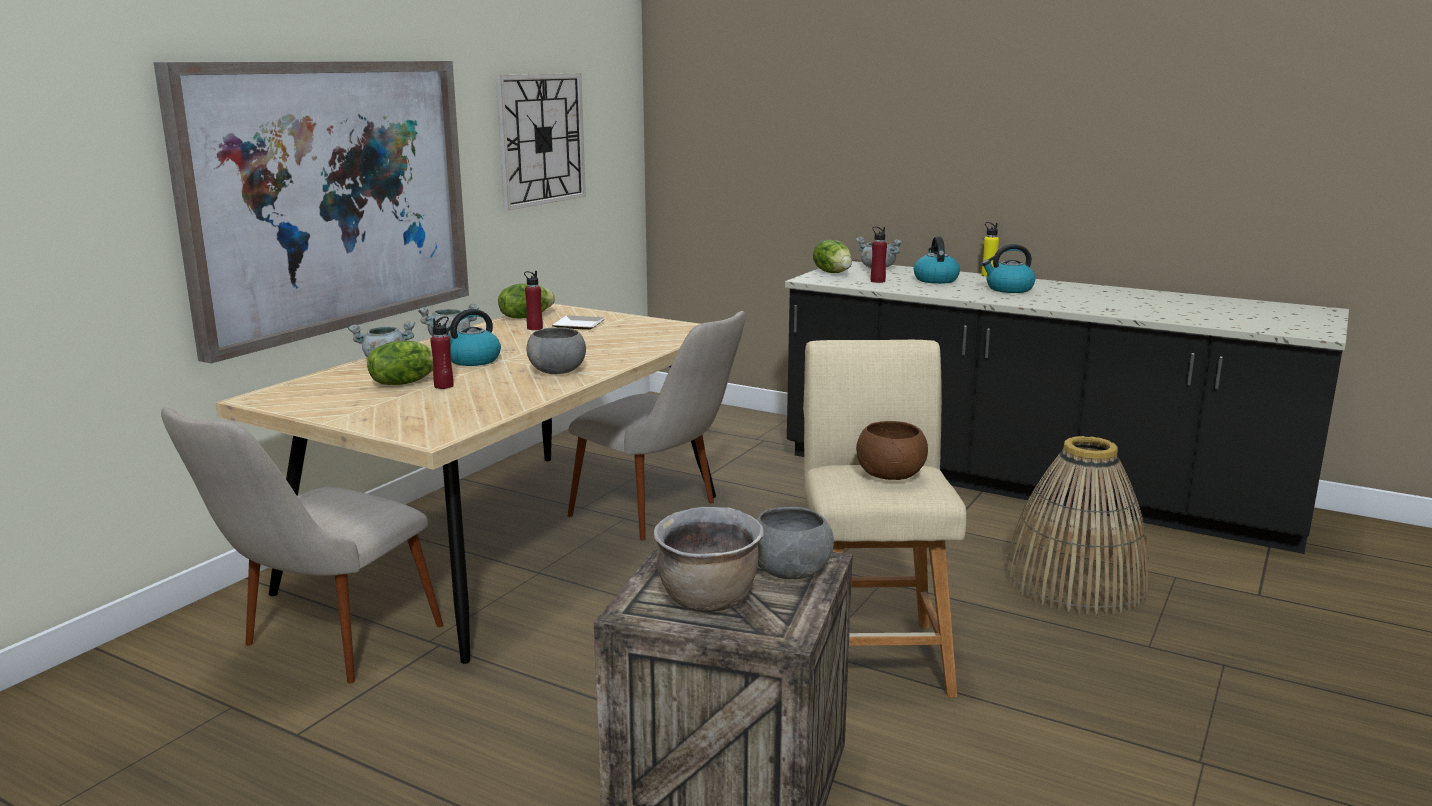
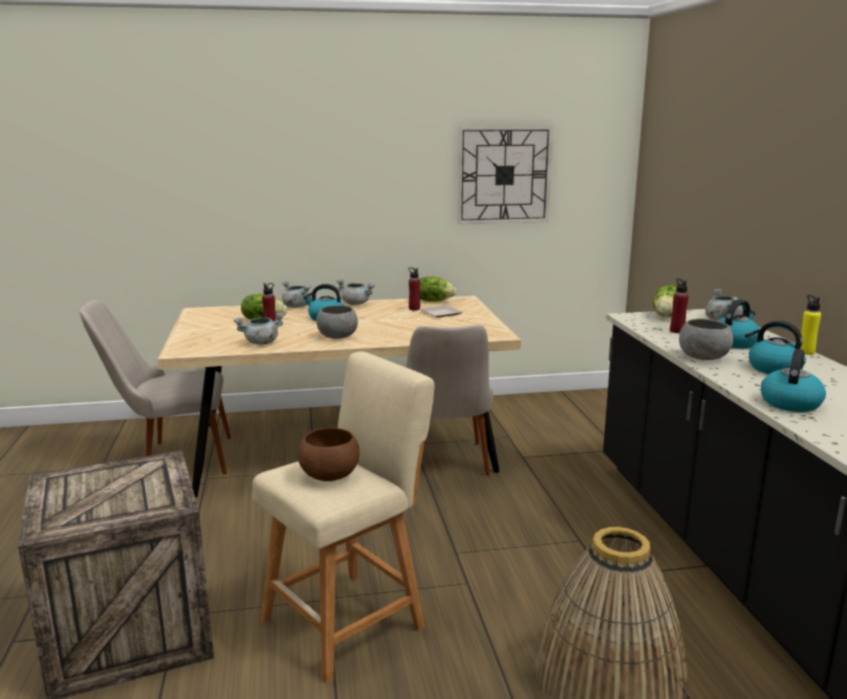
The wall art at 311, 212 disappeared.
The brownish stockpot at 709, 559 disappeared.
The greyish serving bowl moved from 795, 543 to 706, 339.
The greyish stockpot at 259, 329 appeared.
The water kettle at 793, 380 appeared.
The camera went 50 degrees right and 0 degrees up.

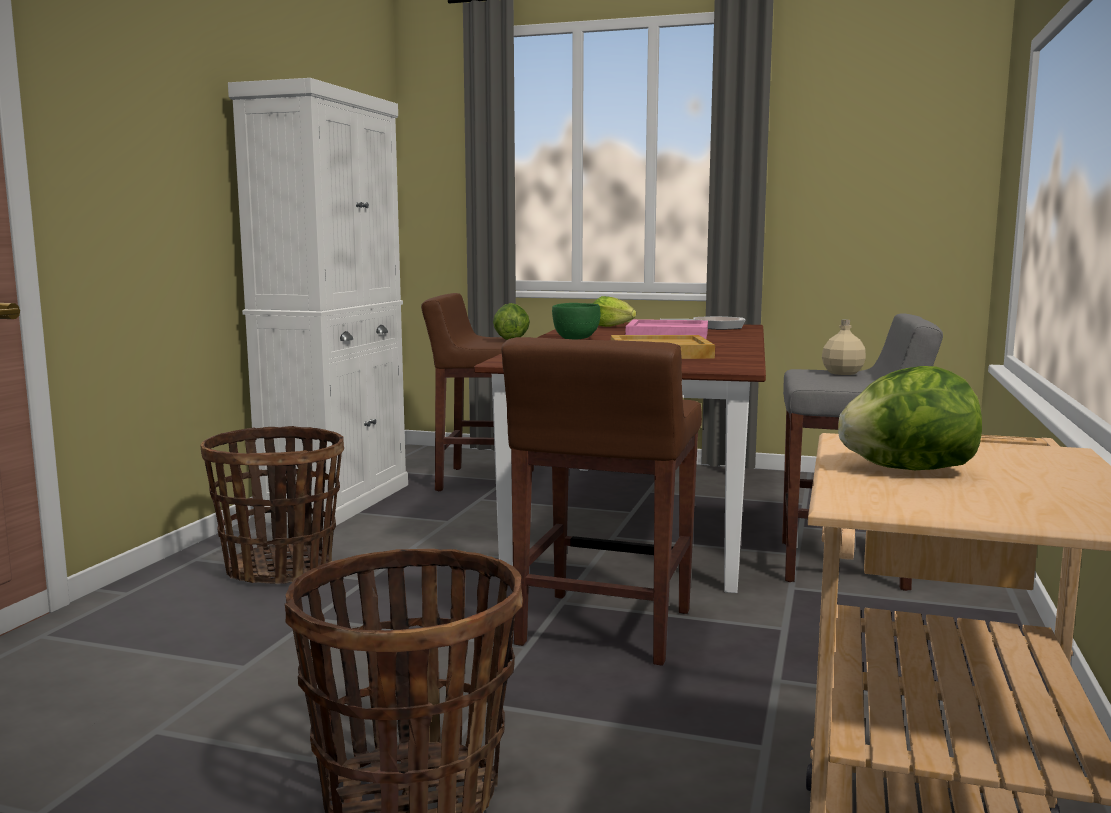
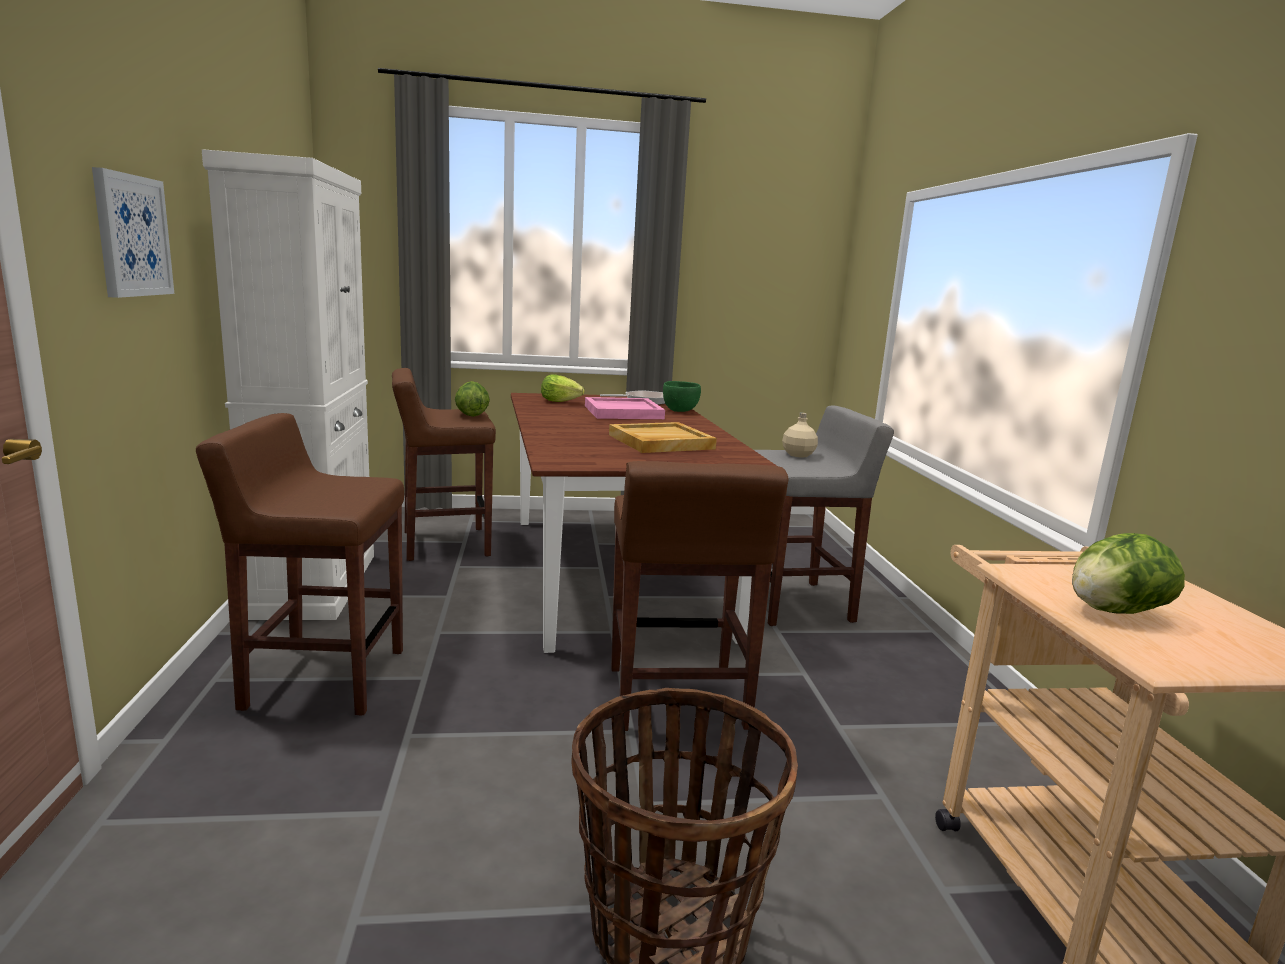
The storage basket at 272, 505 was replaced by the brownish stool at 300, 564.
The green-coloured serving bowl moved from 576, 321 to 682, 396.
The wall art at 133, 232 appeared.
The camera went 25 degrees left and 5 degrees up.

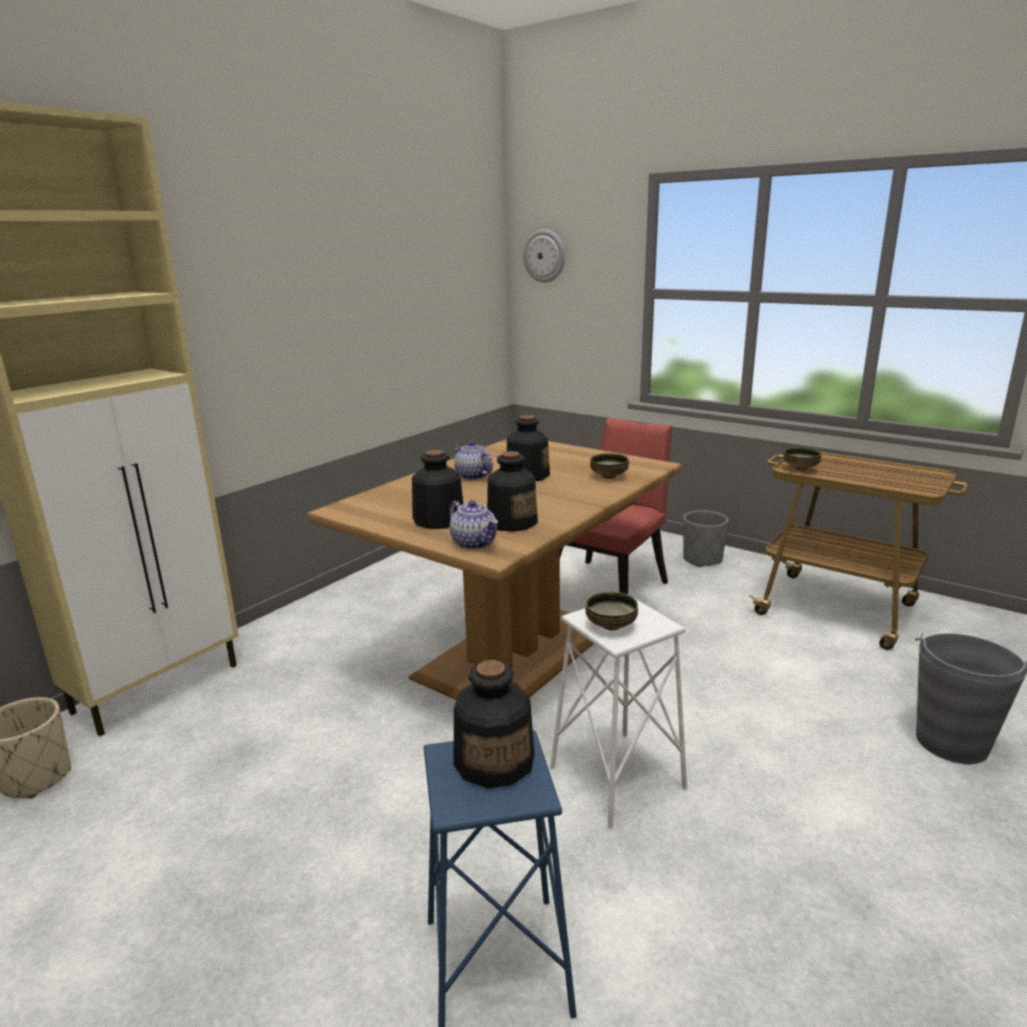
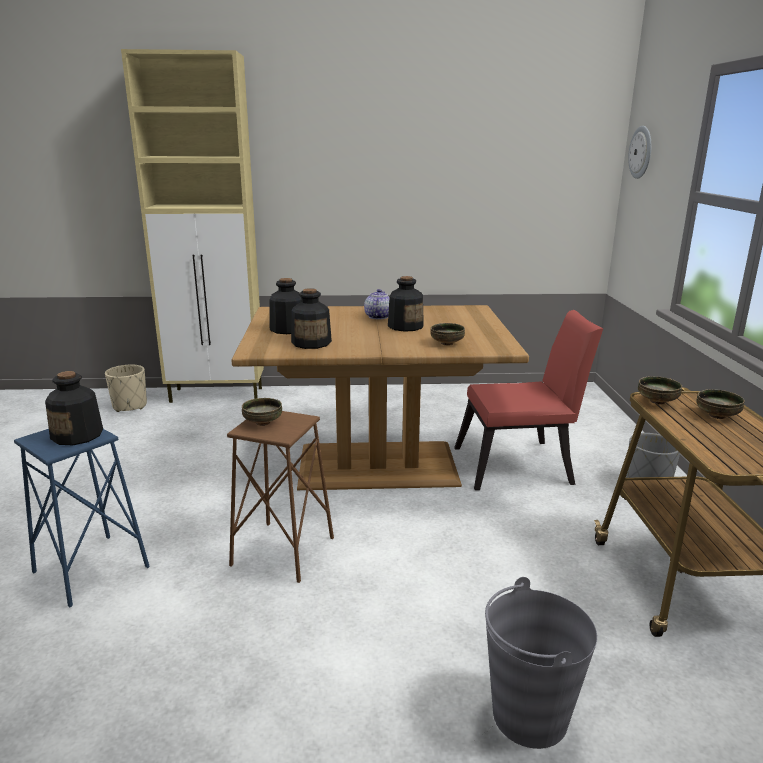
The tea pot at 473, 525 disappeared.
The whitish stool at 618, 711 became the brownish stool at 280, 497.
The serving bowl at 720, 404 appeared.
The camera went 50 degrees right and 0 degrees up.

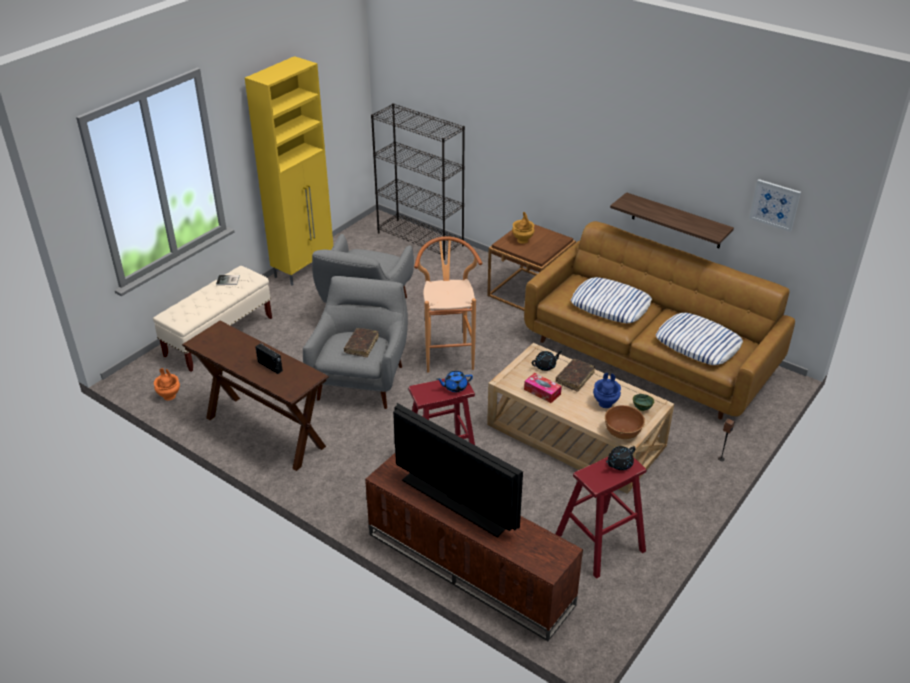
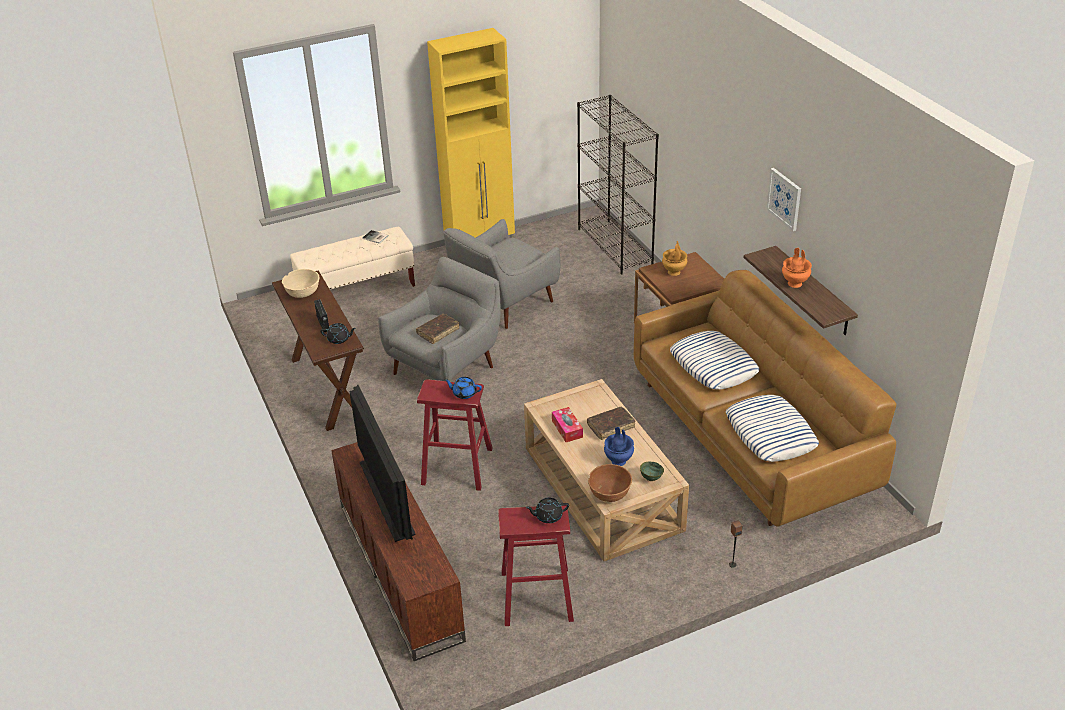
The orange decorative vase moved from 167, 384 to 797, 268.
The brownish stool at 448, 304 disappeared.
The blackish tea pot moved from 547, 361 to 338, 333.
The wall art moved from 775, 205 to 783, 199.
The beige serving bowl at 301, 283 appeared.
The camera went 30 degrees right and 0 degrees up.

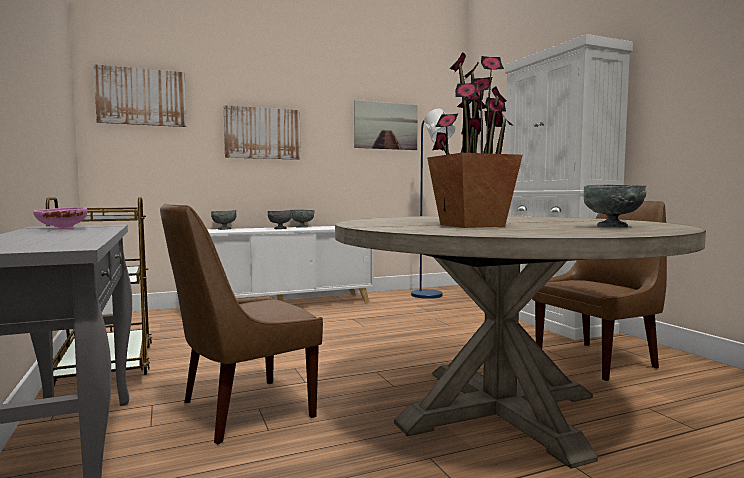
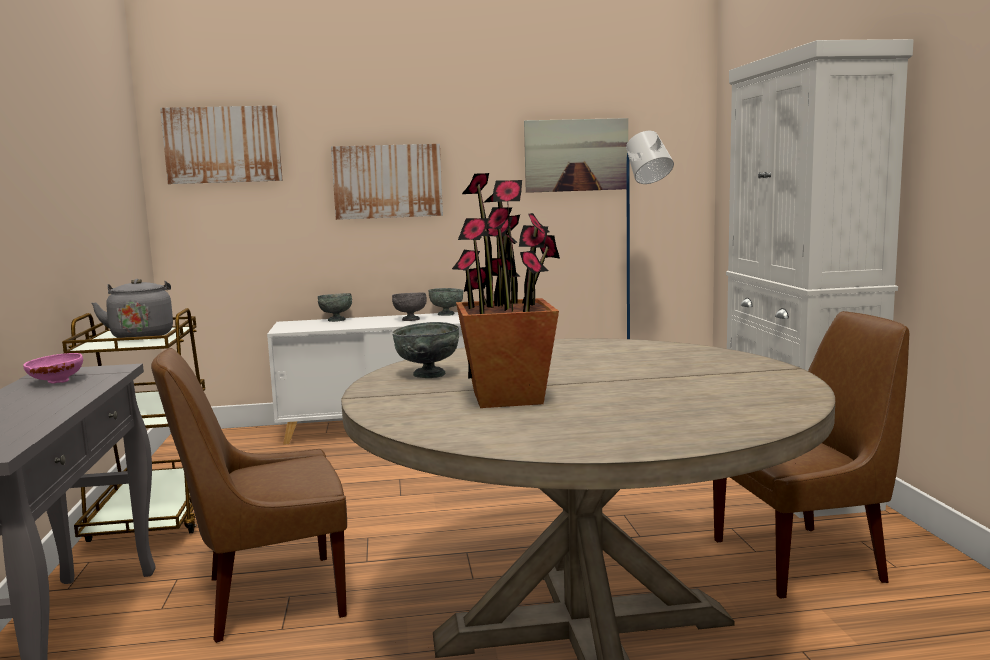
The greyish serving bowl moved from 615, 206 to 425, 350.
The greyish water kettle at 132, 308 appeared.
The camera went 15 degrees right and 5 degrees up.

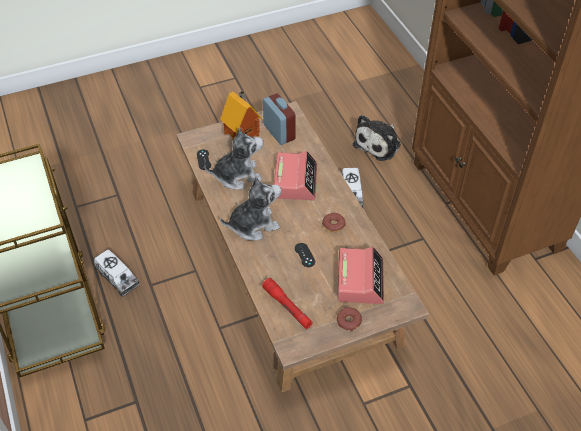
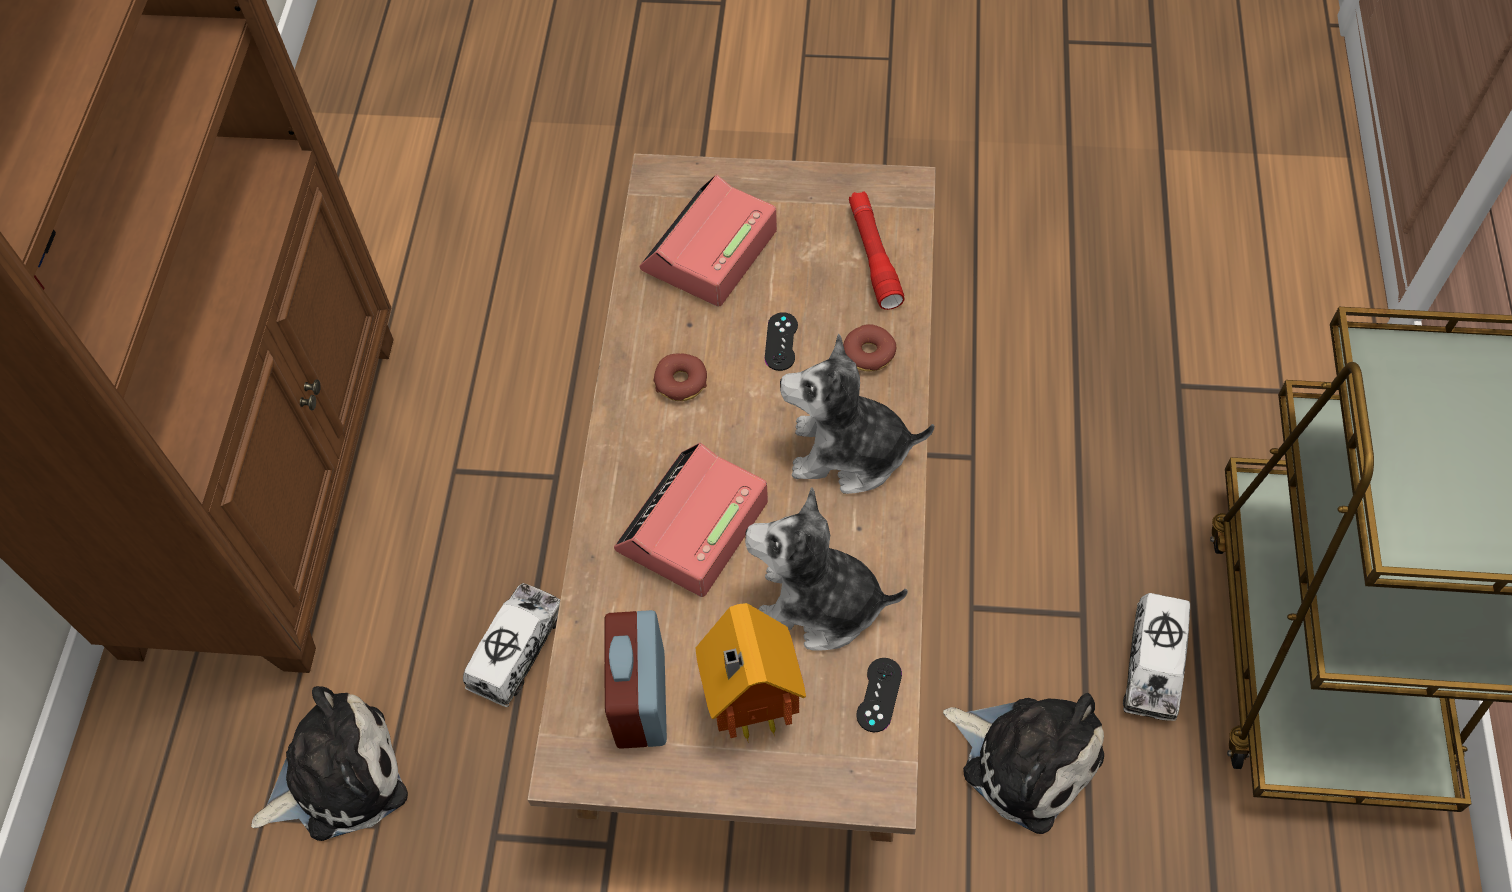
The toy lorry at 117, 272 turned 150 degrees counterclockwise.
The doughnut moved from 349, 319 to 869, 348.
The plush toy at 1023, 763 appeared.
The camera went 150 degrees left and 10 degrees up.

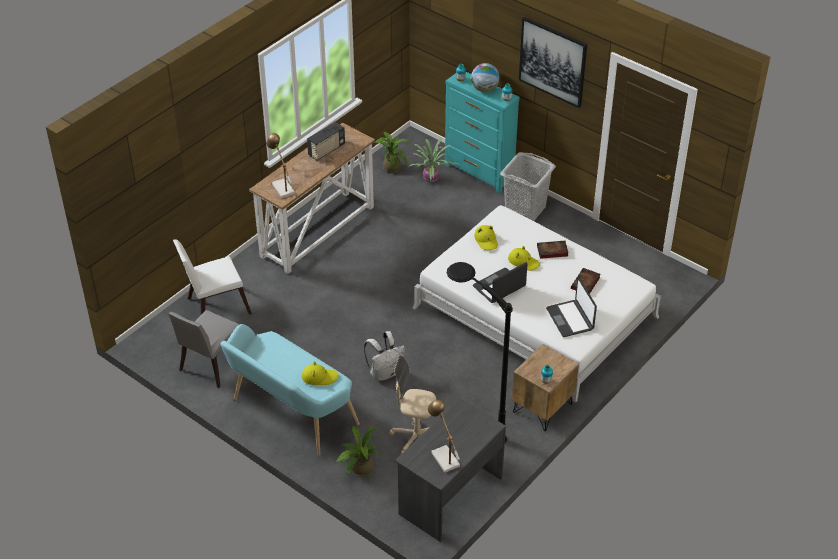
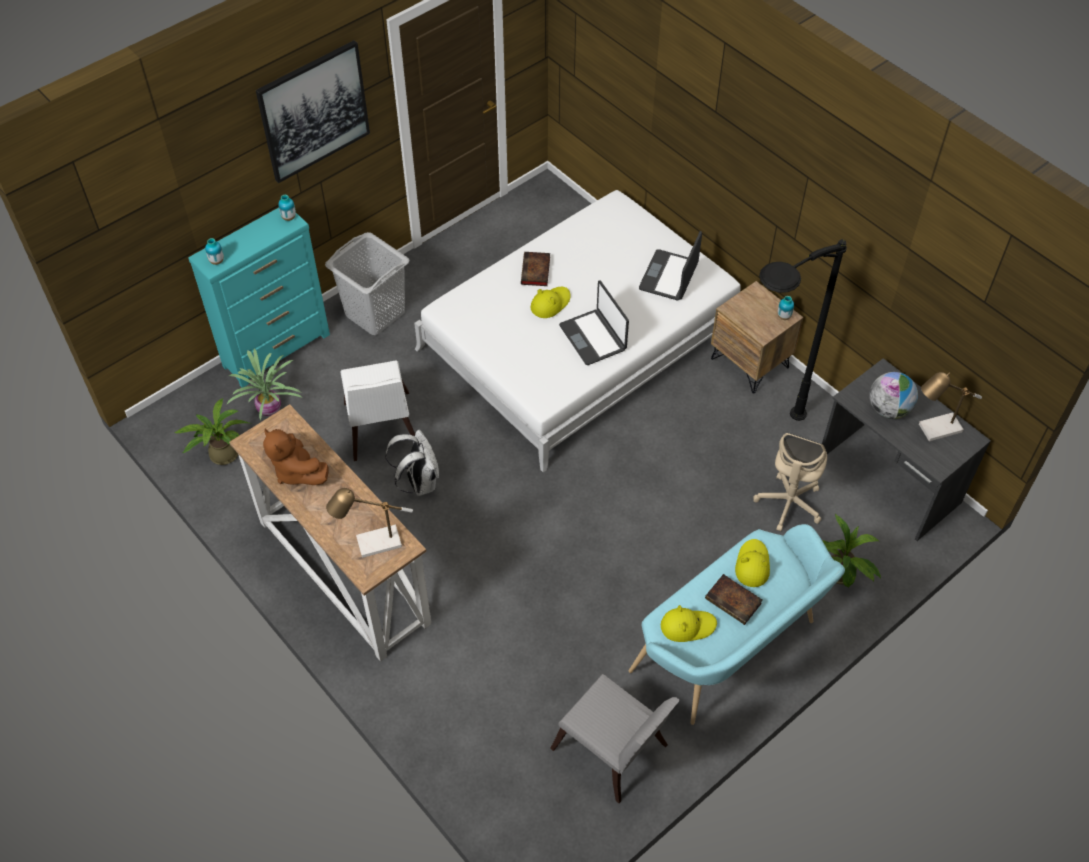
The whitish upright chair moved from 212, 277 to 377, 410.
The radio set at 326, 141 was replaced by the brownish plush toy at 295, 456.
The whitish knapsack moved from 384, 356 to 412, 463.
The world globe moved from 485, 77 to 893, 395.
The yellow clothing hat moved from 486, 237 to 689, 623.
The notebook computer at 571, 307 turned 120 degrees clockwise.
The bound book moved from 585, 281 to 734, 599.
The camera went 80 degrees left and 10 degrees up.

